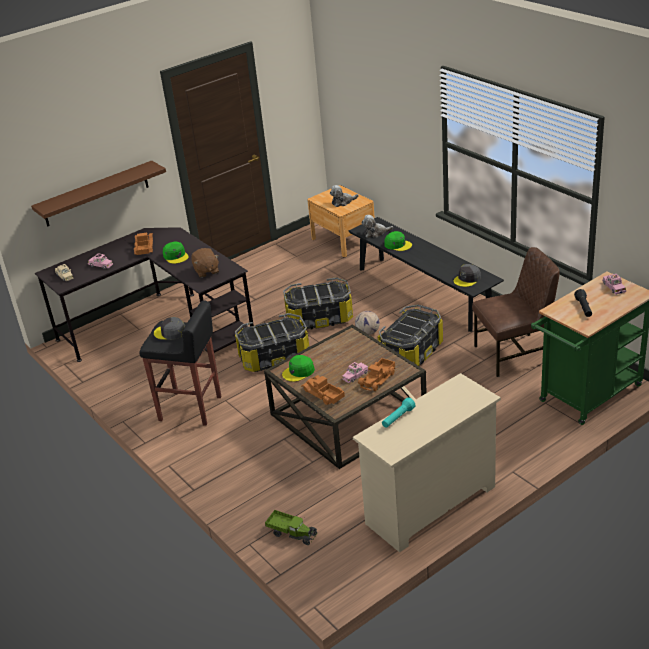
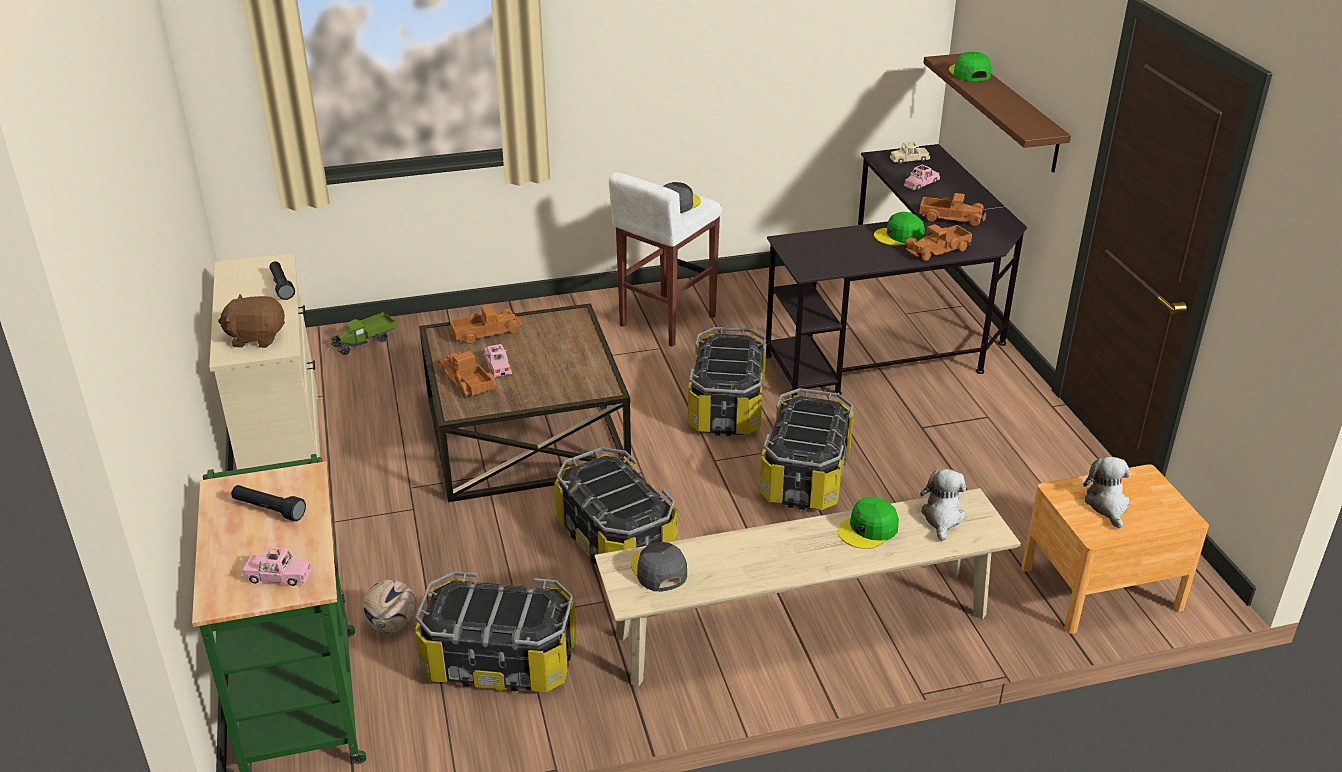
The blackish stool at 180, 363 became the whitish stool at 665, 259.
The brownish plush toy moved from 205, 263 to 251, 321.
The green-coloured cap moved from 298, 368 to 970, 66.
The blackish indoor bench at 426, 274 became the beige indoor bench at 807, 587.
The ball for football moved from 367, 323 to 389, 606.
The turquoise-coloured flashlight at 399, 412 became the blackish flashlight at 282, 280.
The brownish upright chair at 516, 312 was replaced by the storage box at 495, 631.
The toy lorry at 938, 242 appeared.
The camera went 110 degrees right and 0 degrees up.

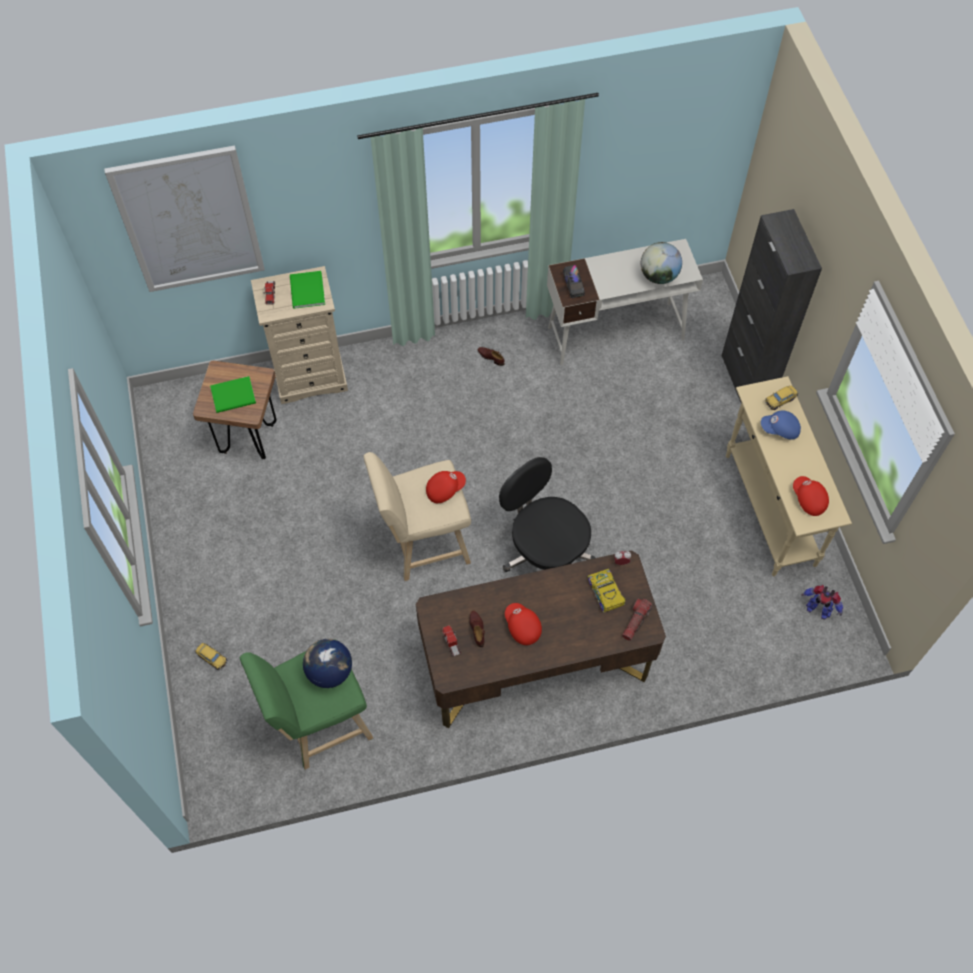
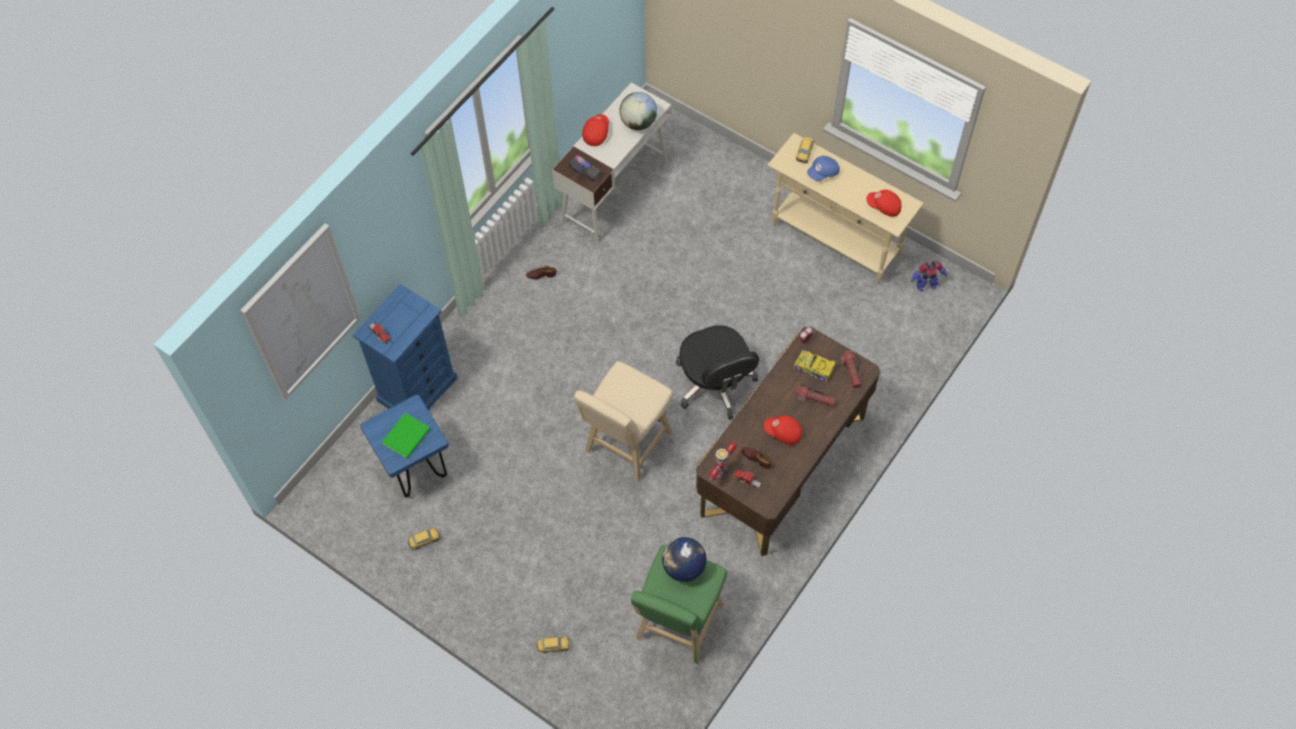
The brownish stool at 235, 410 became the blue-coloured stool at 405, 446.
The beige chest of drawers at 299, 335 became the blue-coloured chest of drawers at 405, 347.
The green-coloured bound book at 307, 290 disappeared.
The red-coloured cap moved from 446, 487 to 595, 130.
The blackish office chair at 547, 514 turned 120 degrees counterclockwise.
The blackish storage cabinet at 771, 306 disappeared.
The model car at 424, 538 appeared.
The toy robot at 722, 461 appeared.
The flashlight at 815, 395 appeared.
The camera went 40 degrees left and 0 degrees up.

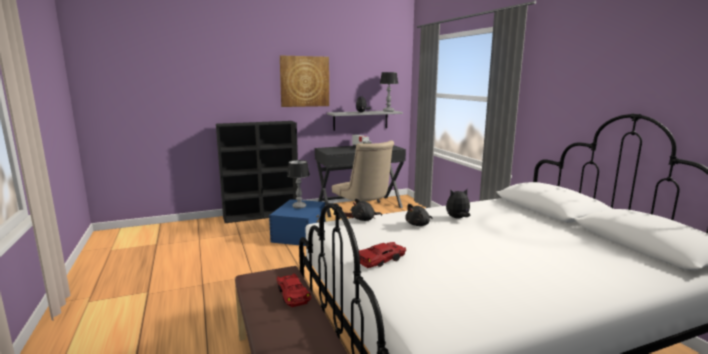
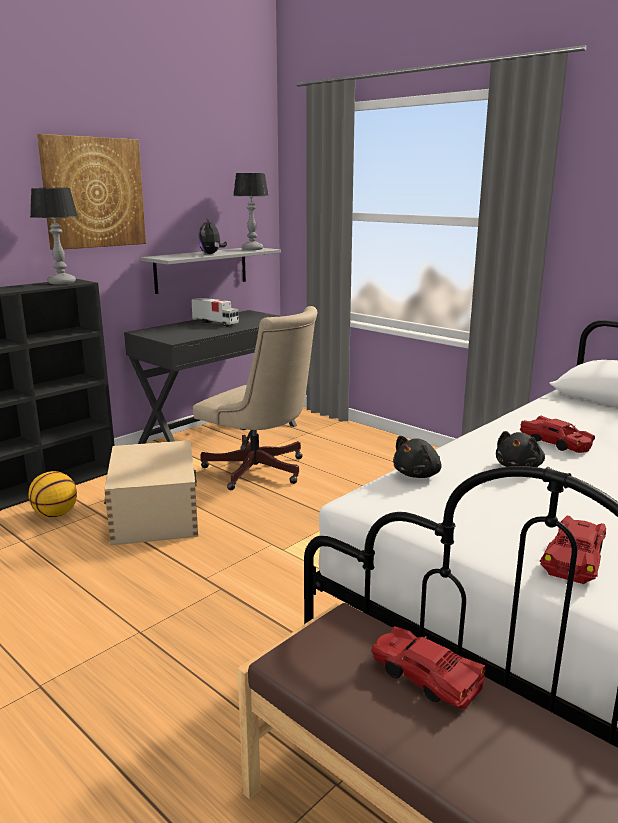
The blue-coloured storage box at 297, 222 became the beige storage box at 151, 493.
The table lamp moved from 298, 184 to 54, 236.
The plush toy at 458, 204 was replaced by the red-coloured model car at 557, 434.
The basketball ball at 52, 494 appeared.
The camera went 25 degrees left and 5 degrees up.

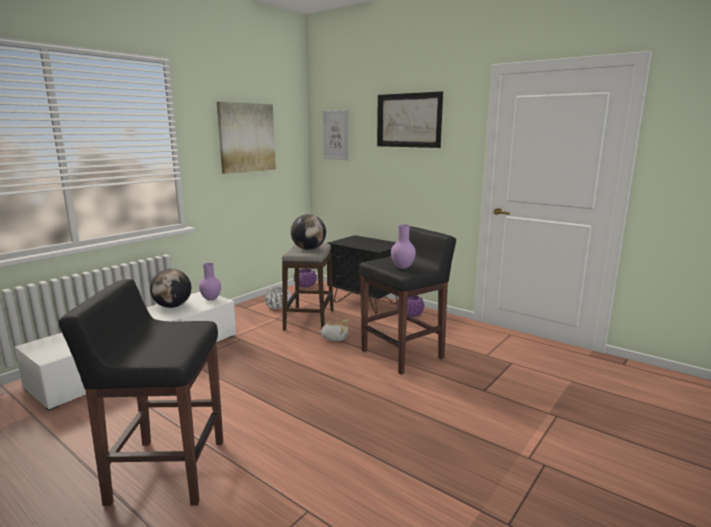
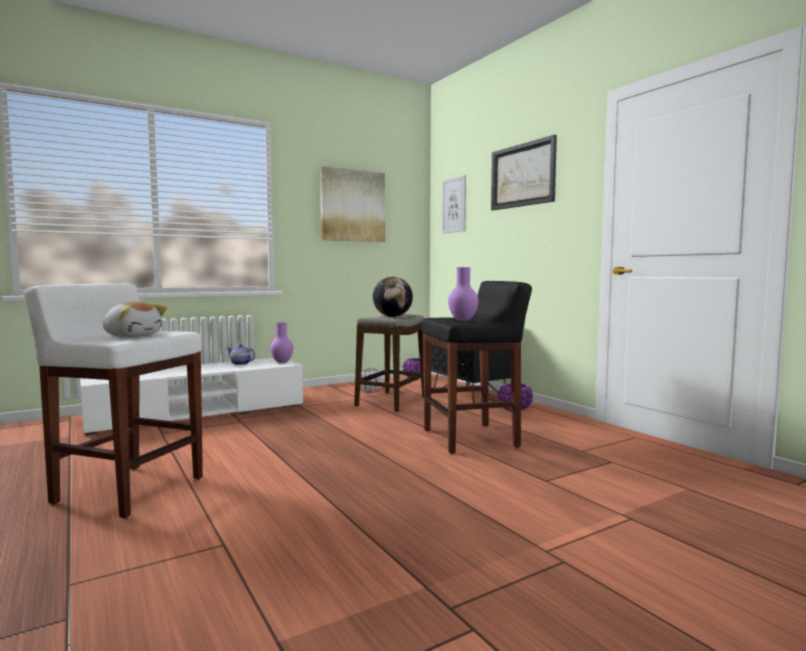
The blackish stool at 141, 392 became the whitish stool at 113, 400.
The world globe at 170, 288 was replaced by the tea pot at 241, 354.
The plush toy moved from 333, 330 to 135, 319.
The camera went 20 degrees right and 10 degrees down.

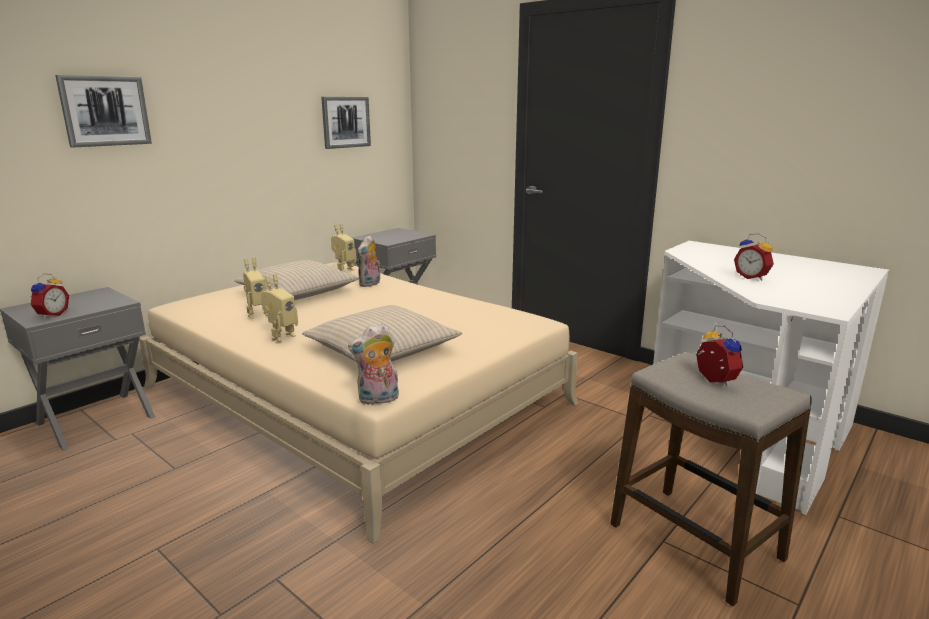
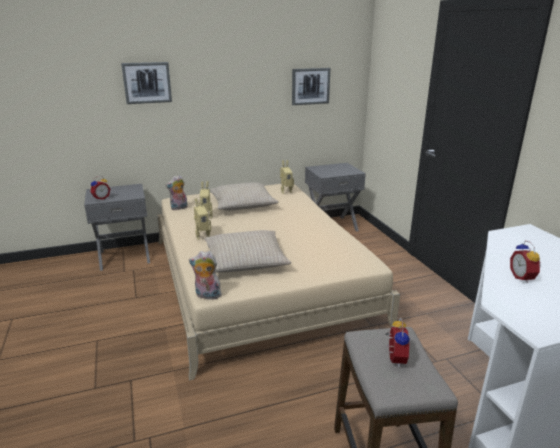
The plush toy moved from 368, 261 to 176, 192.
The camera went 30 degrees right and 5 degrees up.

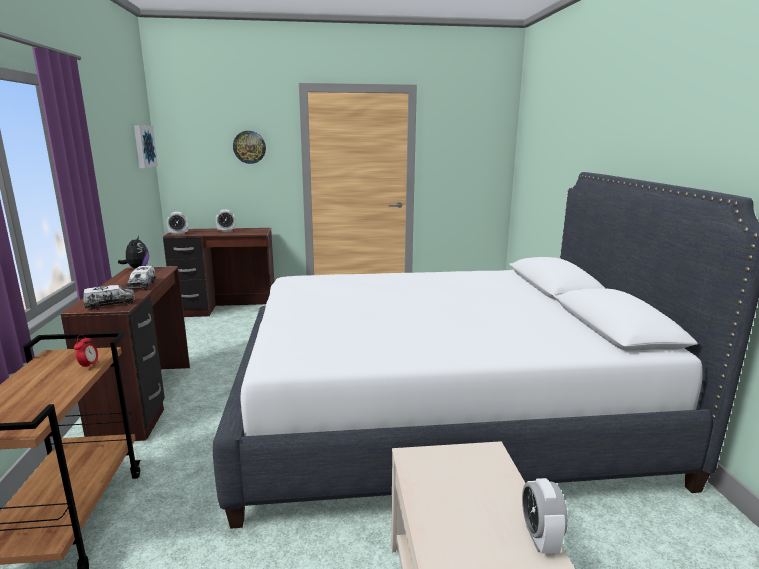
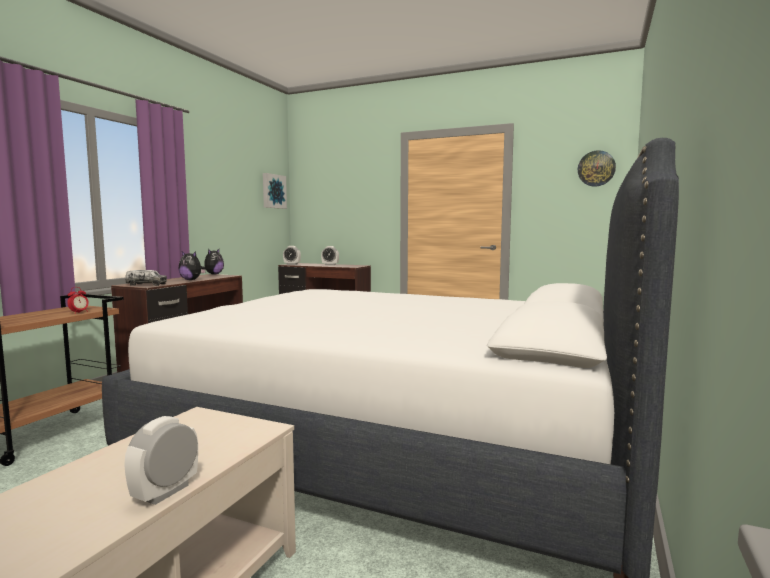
The toy lorry at 141, 278 was replaced by the plush toy at 192, 265.
The hanging clock moved from 249, 147 to 597, 168.
The camera went 30 degrees right and 10 degrees down.

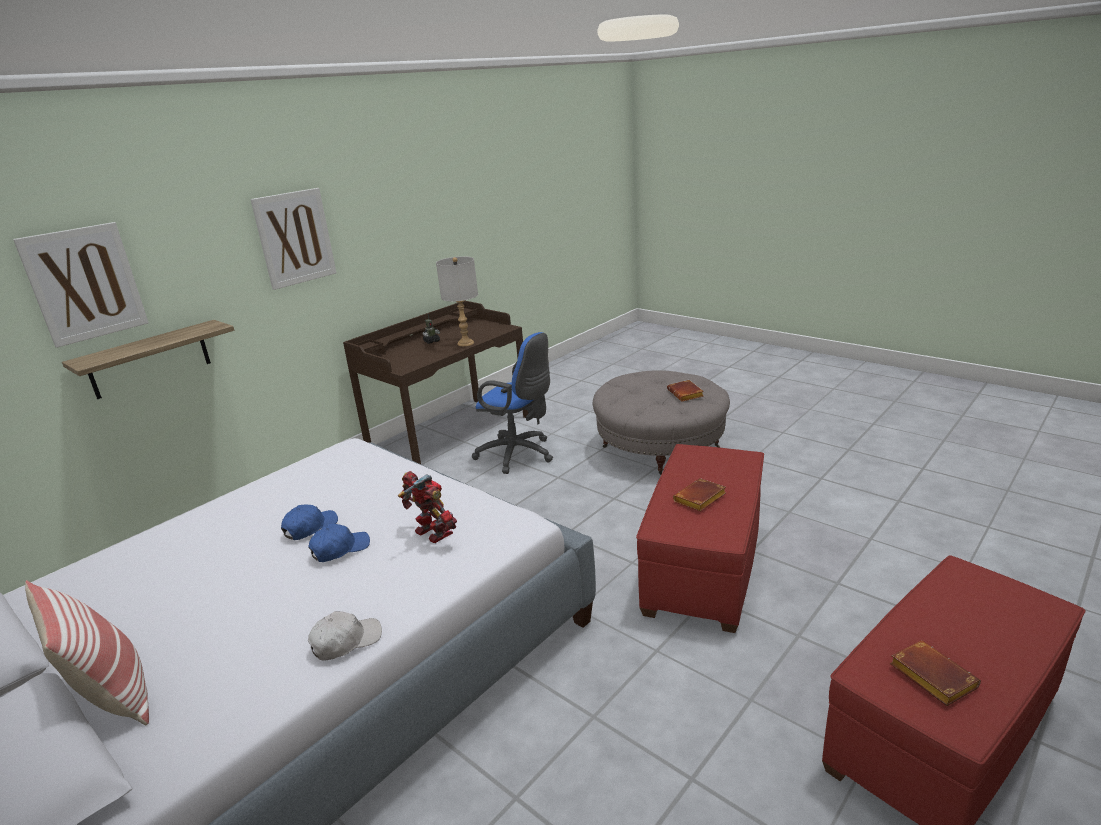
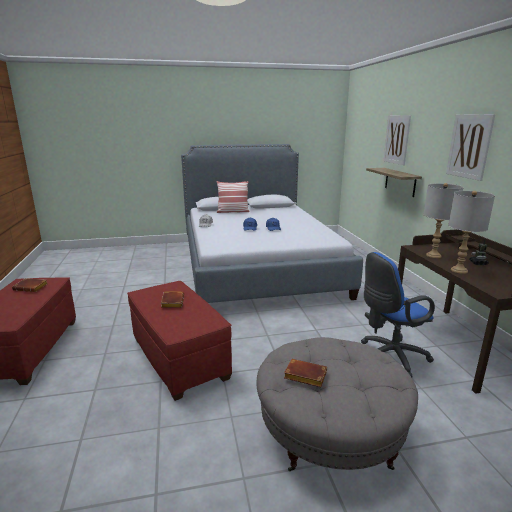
The toy robot at 427, 507 disappeared.
The greyish table lamp at 443, 220 appeared.
The camera went 125 degrees right and 5 degrees down.

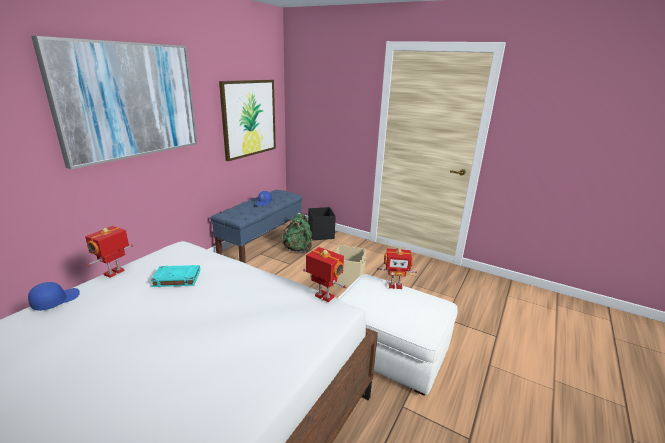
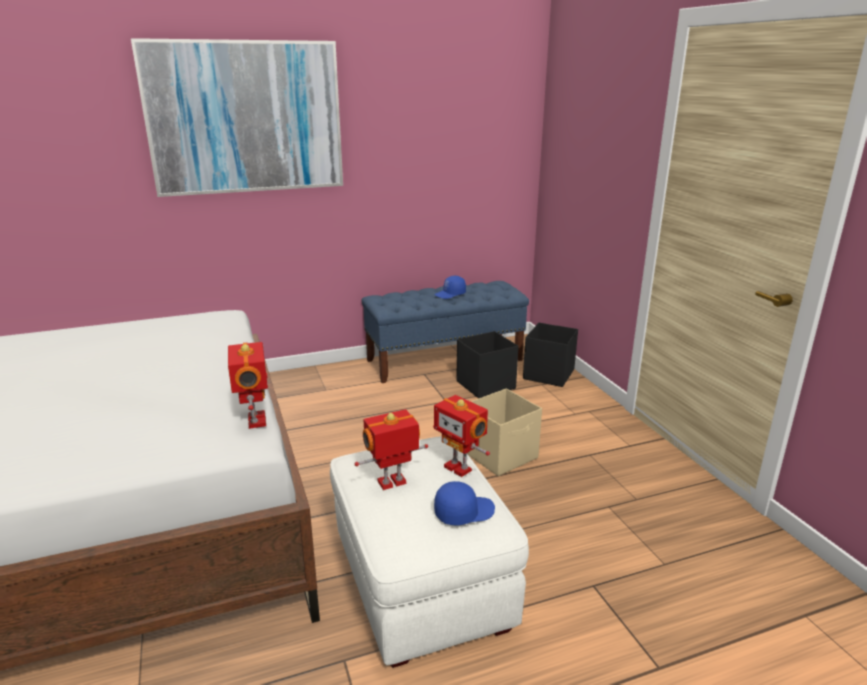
The blue-coloured cap moved from 54, 296 to 464, 503.
The toy robot moved from 109, 252 to 391, 449.
The turquoise-coloured bound book at 175, 276 disappeared.
The wall art at 247, 120 disappeared.
The green-coloured knapsack at 297, 233 was replaced by the blackish storage box at 487, 364.
The camera went 40 degrees right and 0 degrees up.

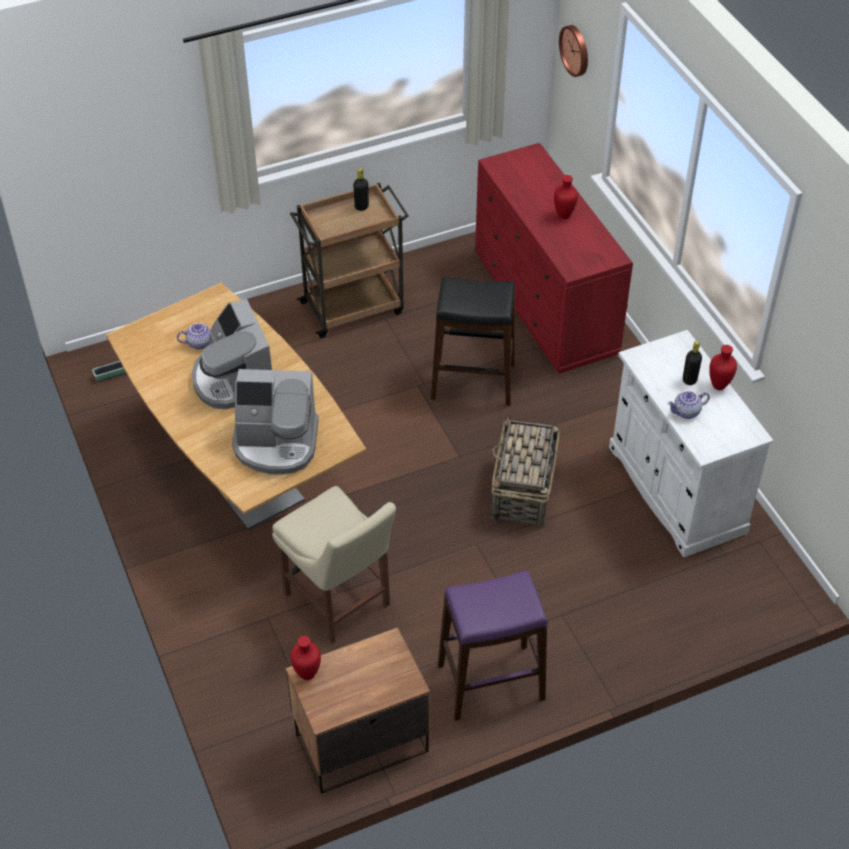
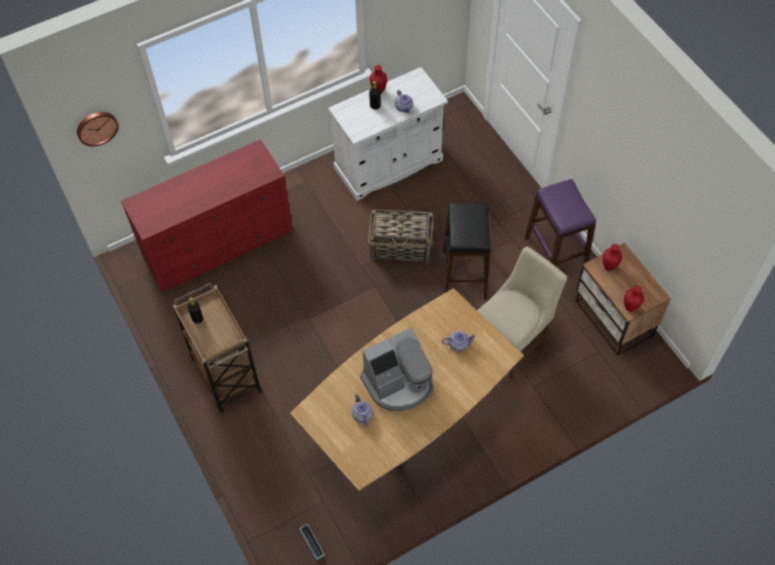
The coffee machine at 275, 422 was replaced by the tea pot at 459, 341.
The blackish stool moved from 473, 341 to 466, 251.
The red-coloured decorative vase moved from 566, 197 to 612, 257.
The camera went 95 degrees left and 10 degrees up.

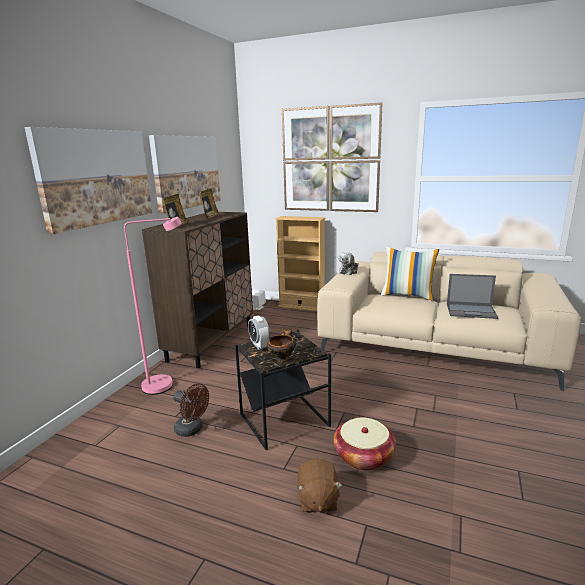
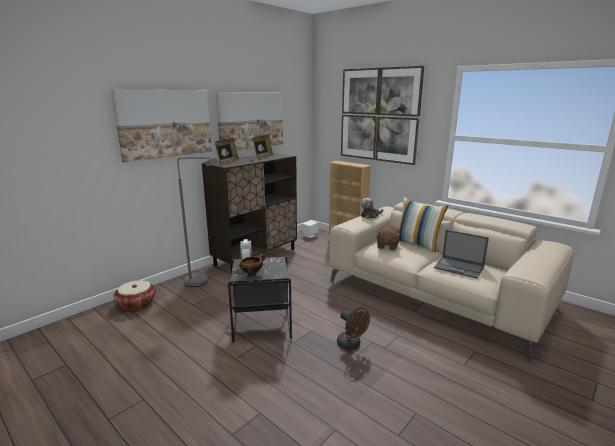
The pink standard lamp at 153, 306 became the greyish standard lamp at 197, 222.
The brownish electric fan moved from 191, 410 to 353, 329.
The brownish plush toy moved from 319, 486 to 388, 237.
The storage basket moved from 364, 444 to 135, 295.
The camera went 20 degrees right and 0 degrees up.

